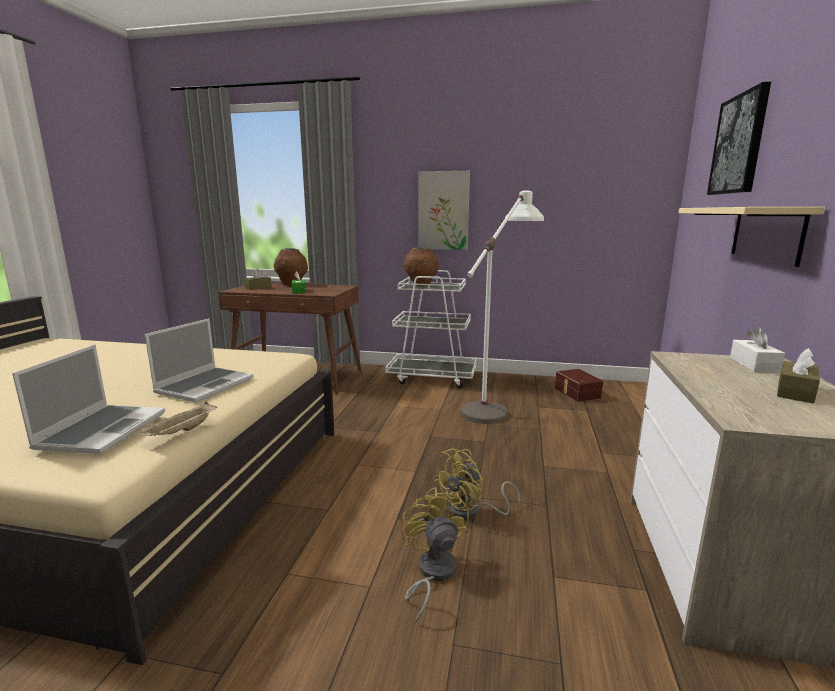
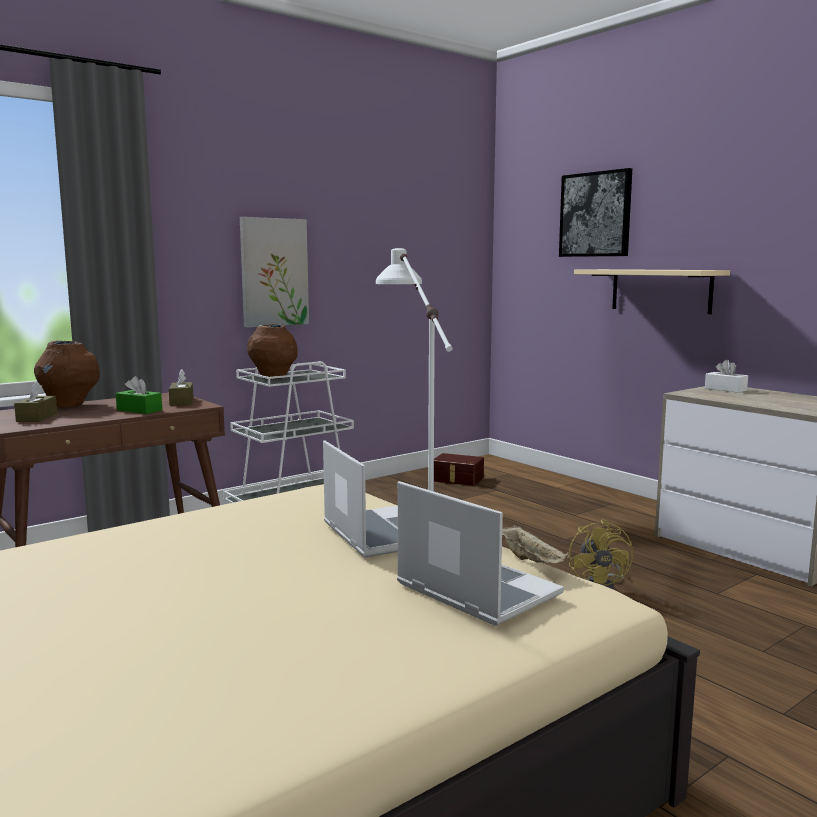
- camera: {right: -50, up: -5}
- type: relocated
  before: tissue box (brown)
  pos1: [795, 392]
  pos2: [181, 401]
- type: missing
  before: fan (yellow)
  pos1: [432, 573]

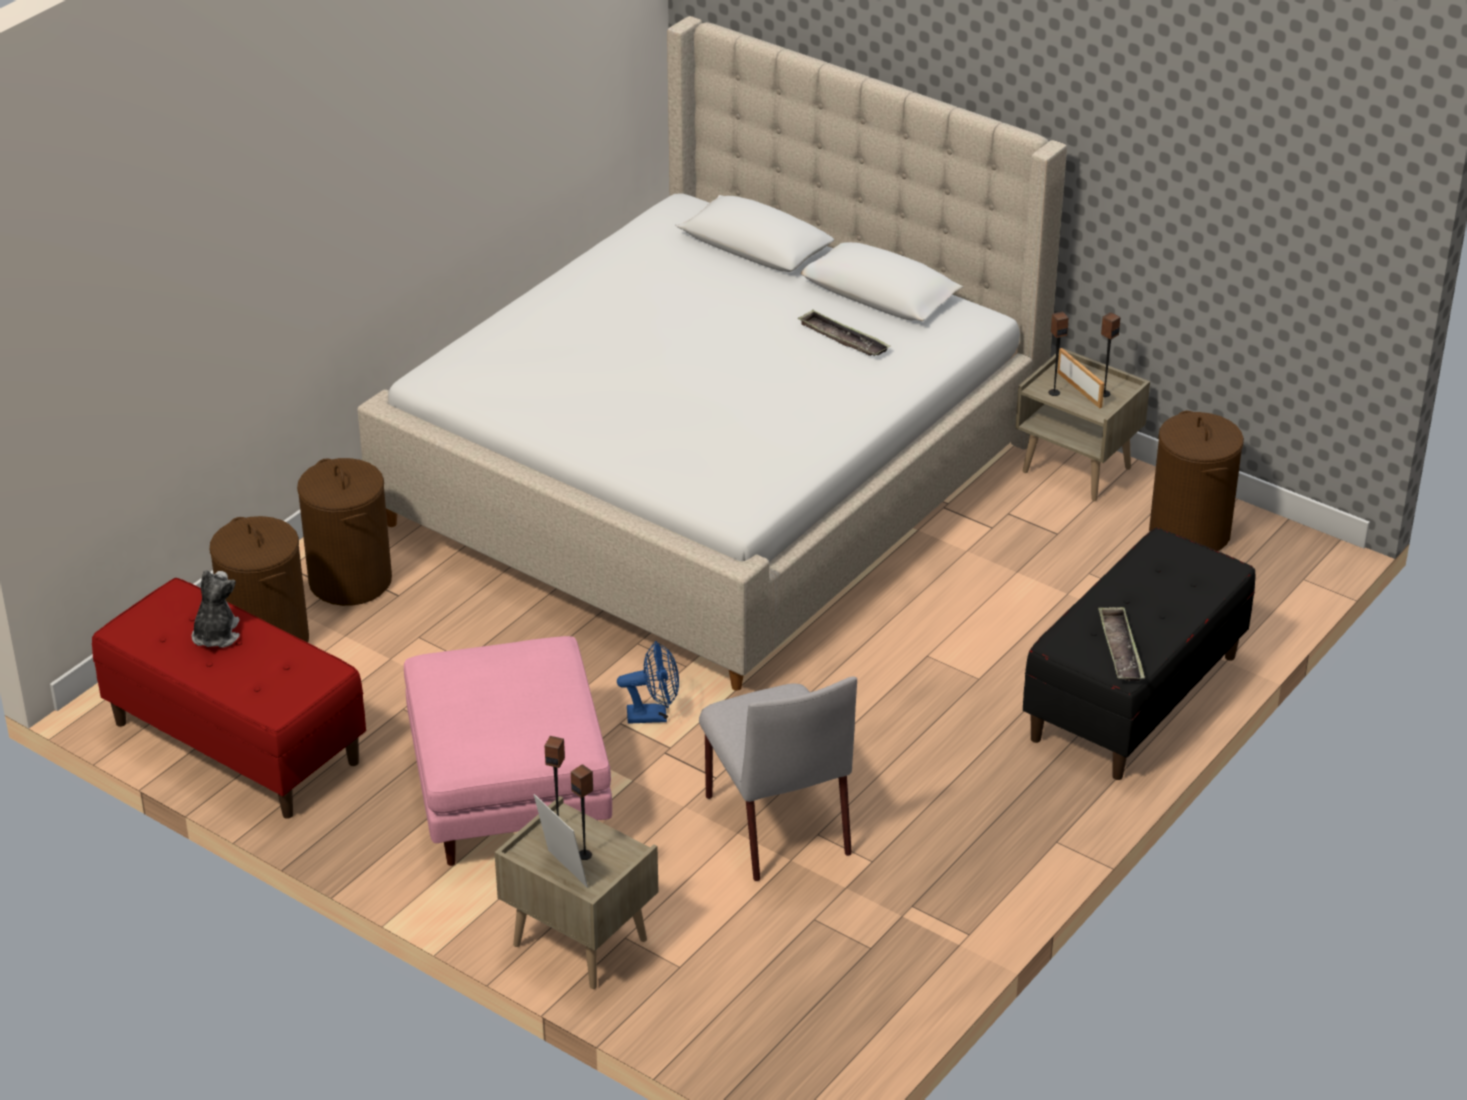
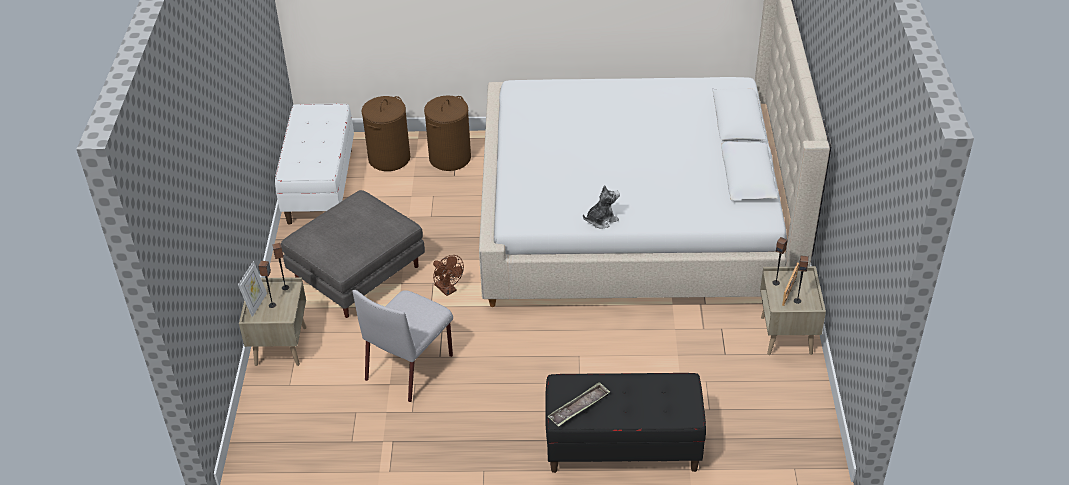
- camera: {right: 55, up: 5}
- type: colour
  before: bench (red)
  after: bench (white)
  pos1: [235, 743]
  pos2: [320, 185]
- type: colour
  before: ottoman (pink)
  after: ottoman (grey)
  pos1: [510, 794]
  pos2: [357, 275]
- type: colour
  before: fan (blue)
  after: fan (brown)
  pos1: [654, 715]
  pos2: [448, 290]
- type: relocated
  before: plush toy
  pos1: [215, 635]
  pos2: [601, 220]
- type: missing
  before: tray
  pos1: [843, 339]
- type: missing
  before: laundry basket (brown)
  pos1: [1190, 533]

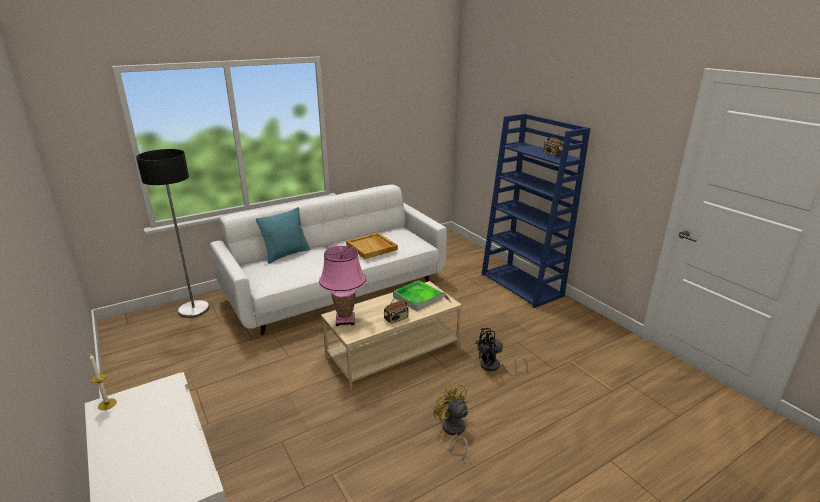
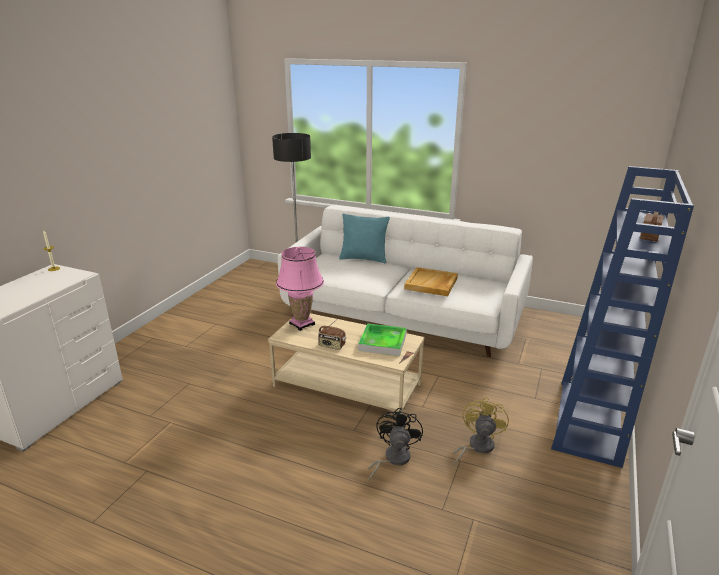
- camera: {right: 55, up: 0}
- type: spun
  before: fan (black)
  pos1: [494, 367]
  pos2: [392, 459]
  turn: 60
- type: relocated
  before: fan (yellow)
  pos1: [453, 431]
  pos2: [476, 447]

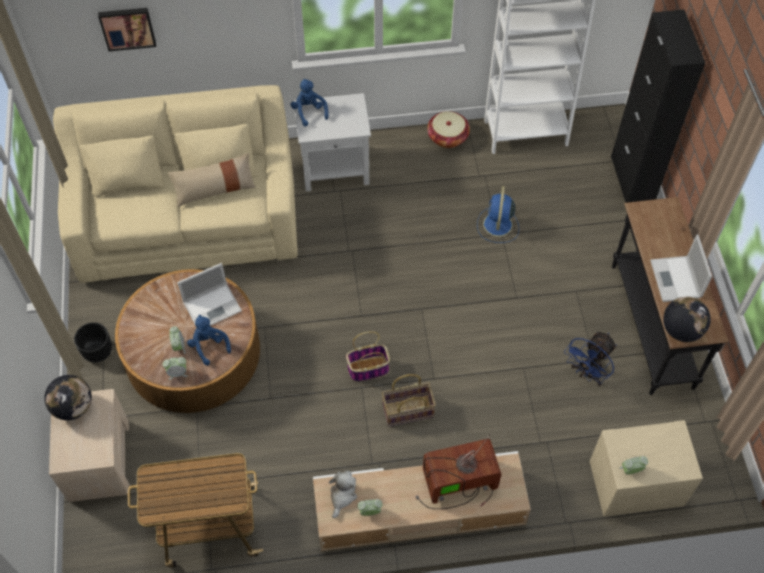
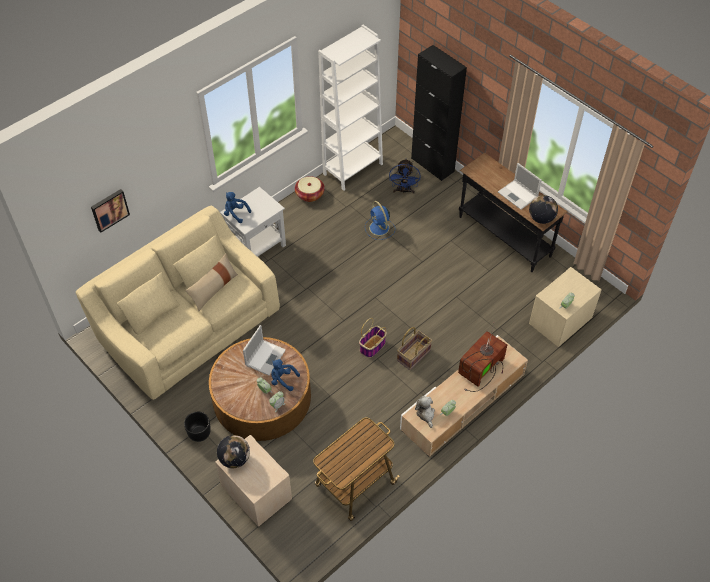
- camera: {right: -35, up: -5}
- type: relocated
  before: fan (blue)
  pos1: [587, 373]
  pos2: [403, 191]

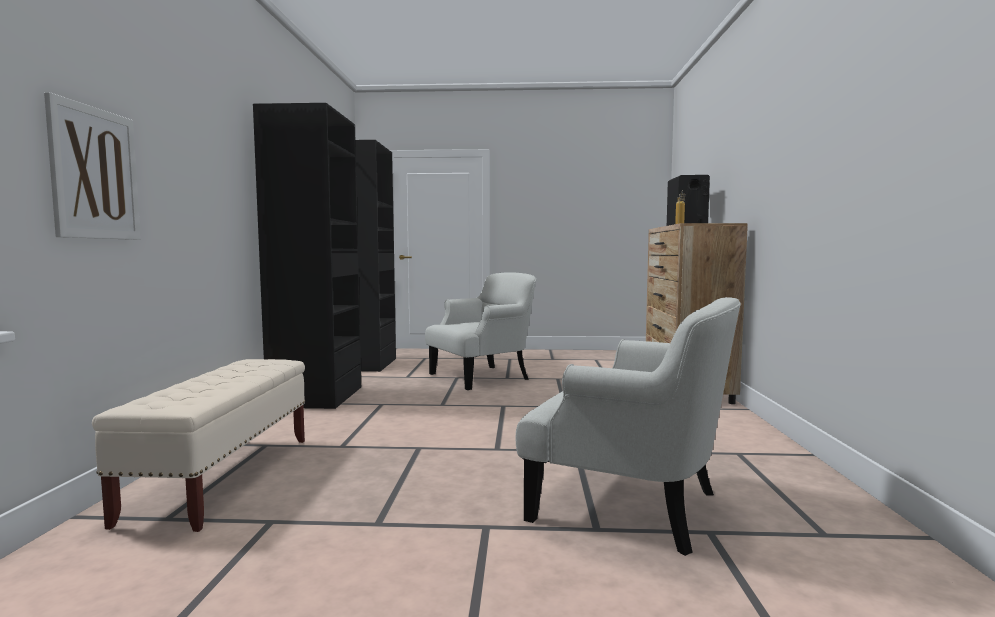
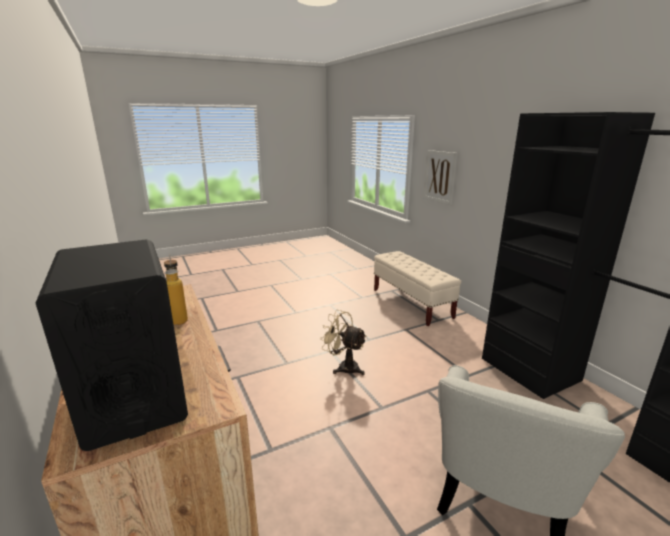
- camera: {right: 150, up: 15}
- type: appeared
  after: fan (beige)
  pos2: [344, 367]
- type: missing
  before: armchair (white)
  pos1: [631, 505]

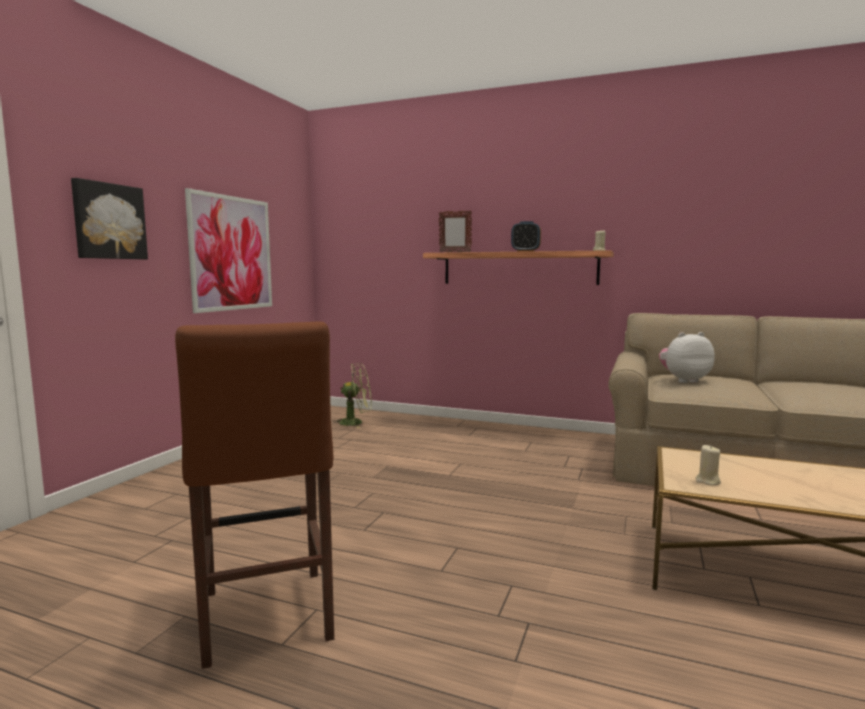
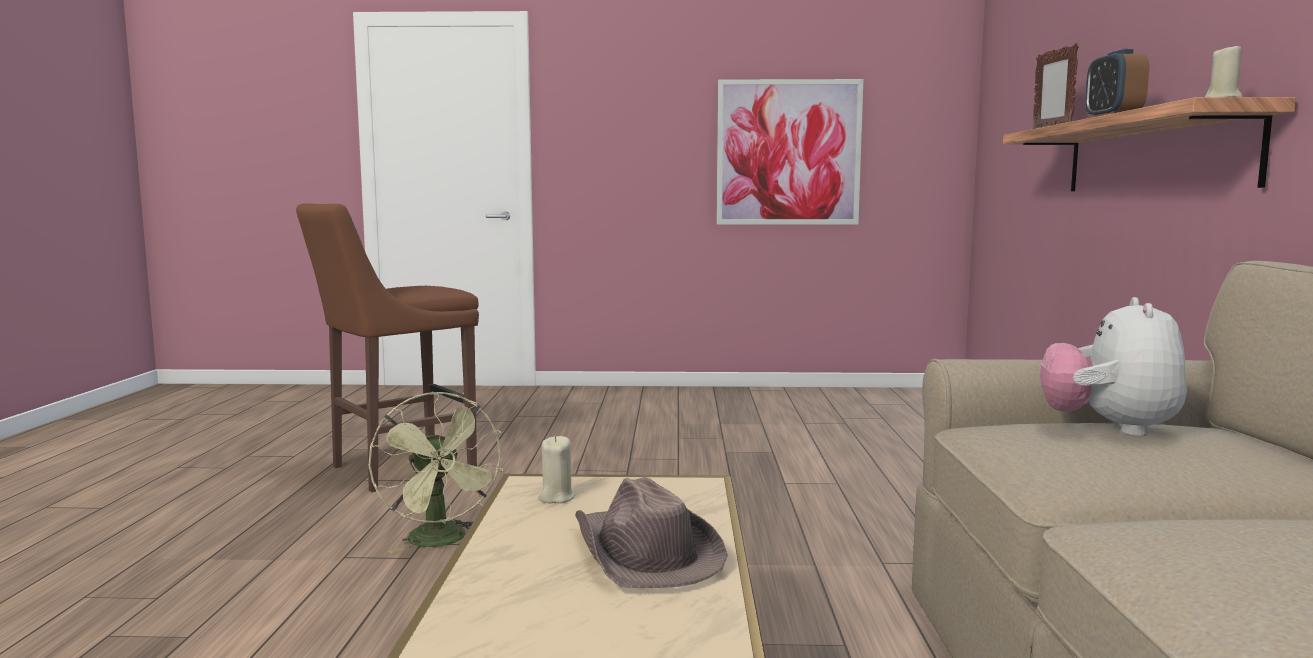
- camera: {right: 70, up: 0}
- type: relocated
  before: fan (green)
  pos1: [356, 422]
  pos2: [442, 542]
- type: appeared
  after: hat (brown)
  pos2: [644, 553]
- type: spun
  before: plush toy
  pos1: [684, 380]
  pos2: [1109, 429]
  turn: -135
- type: missing
  before: picture
  pos1: [109, 221]

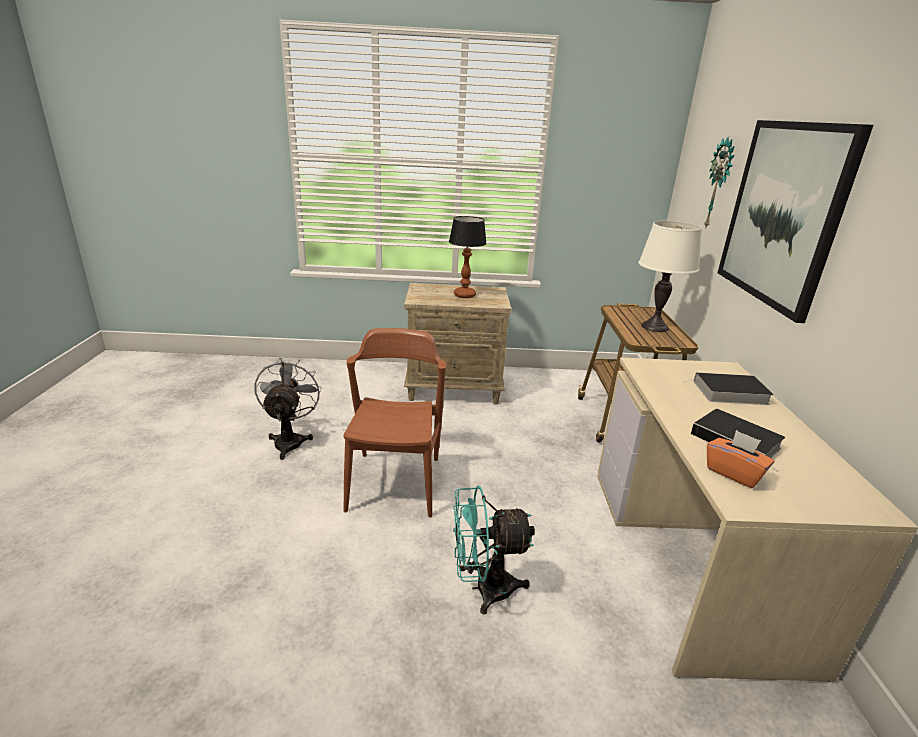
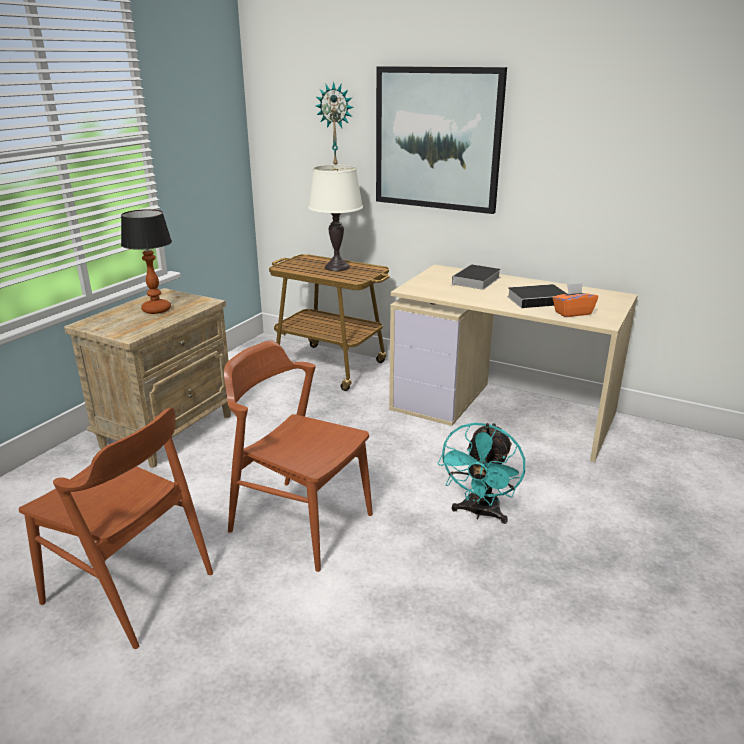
- camera: {right: -60, up: 0}
- type: exchanged
  before: fan (grey)
  after: chair (brown)
  pos1: [290, 440]
  pos2: [129, 587]

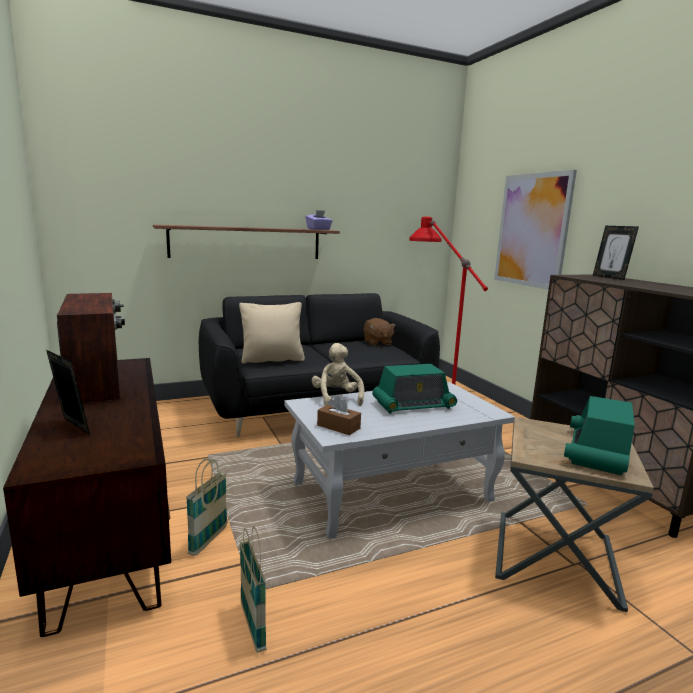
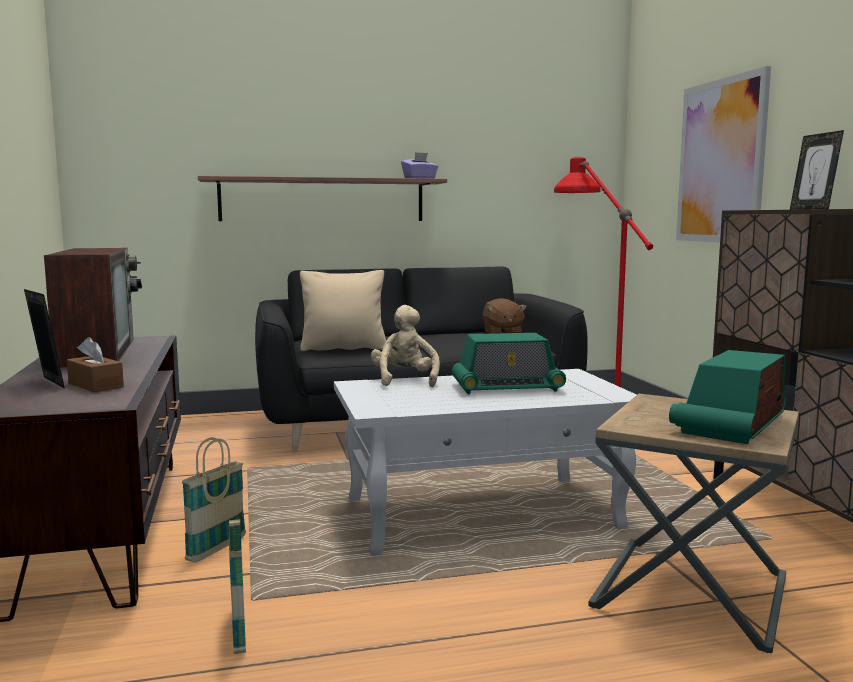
- camera: {right: 10, up: -5}
- type: relocated
  before: tissue box (brown)
  pos1: [338, 427]
  pos2: [95, 385]

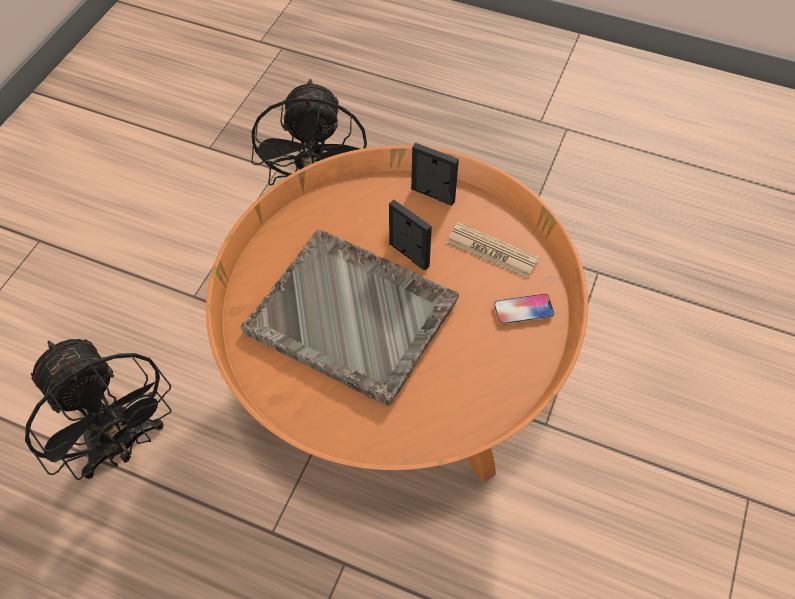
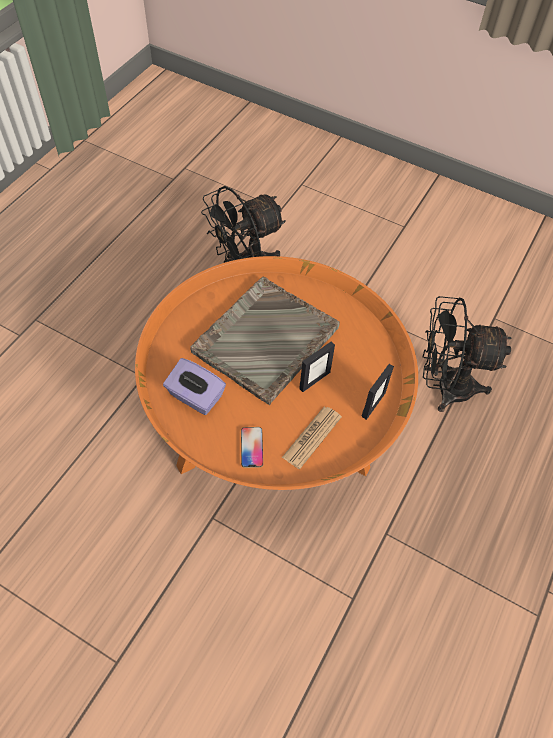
- camera: {right: 95, up: 0}
- type: appeared
  after: tissue box (purple)
  pos2: [195, 397]

